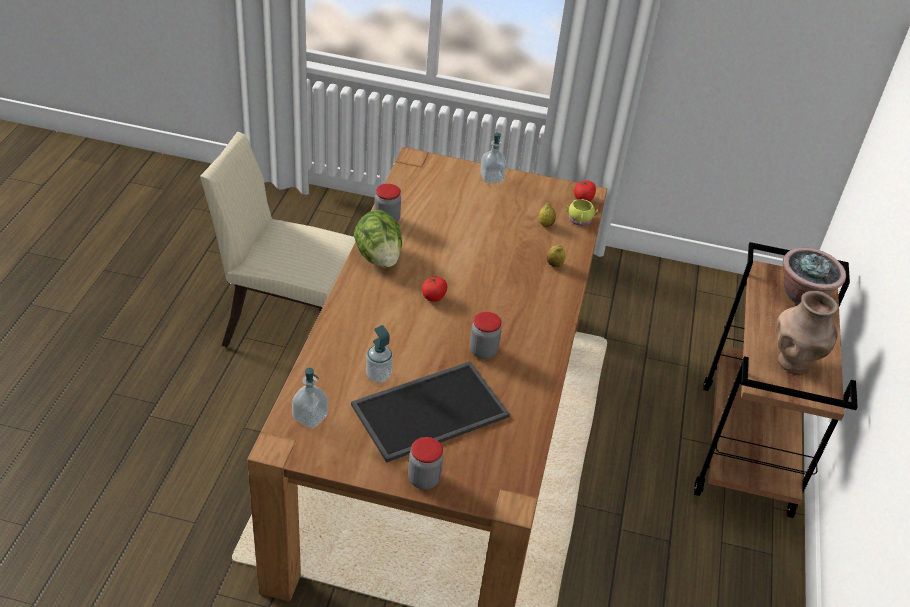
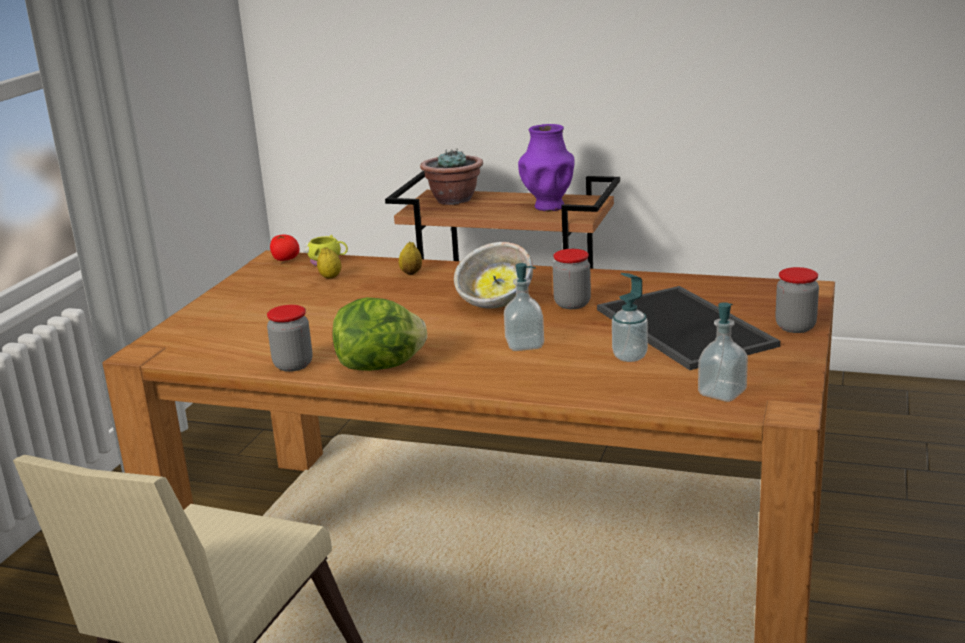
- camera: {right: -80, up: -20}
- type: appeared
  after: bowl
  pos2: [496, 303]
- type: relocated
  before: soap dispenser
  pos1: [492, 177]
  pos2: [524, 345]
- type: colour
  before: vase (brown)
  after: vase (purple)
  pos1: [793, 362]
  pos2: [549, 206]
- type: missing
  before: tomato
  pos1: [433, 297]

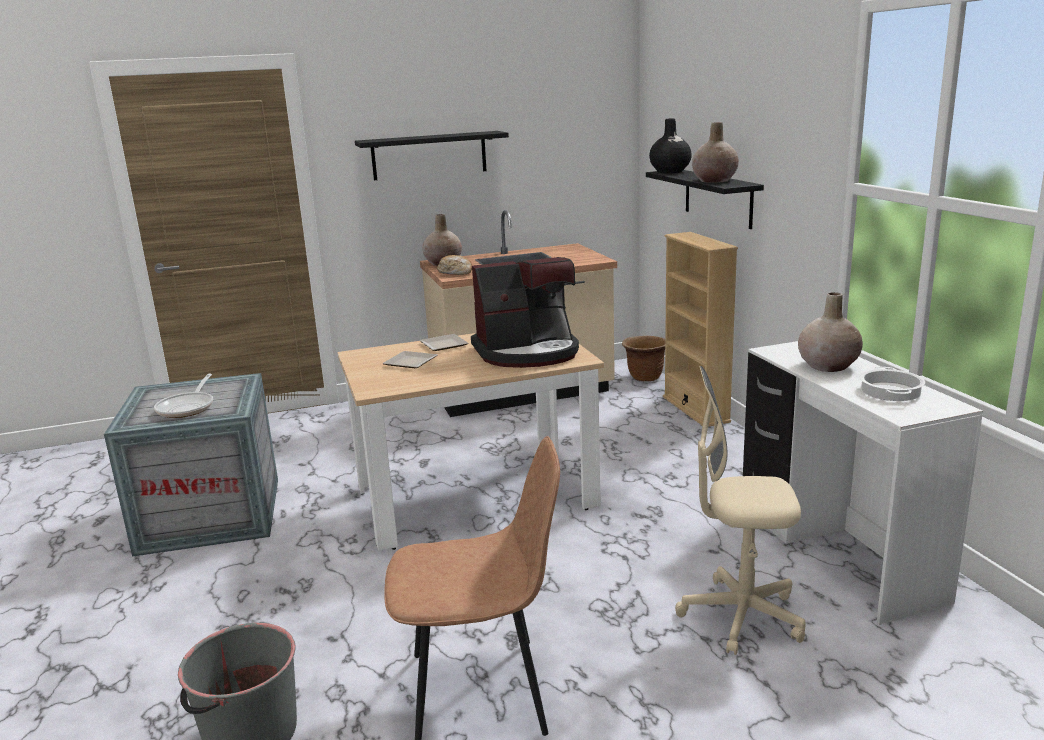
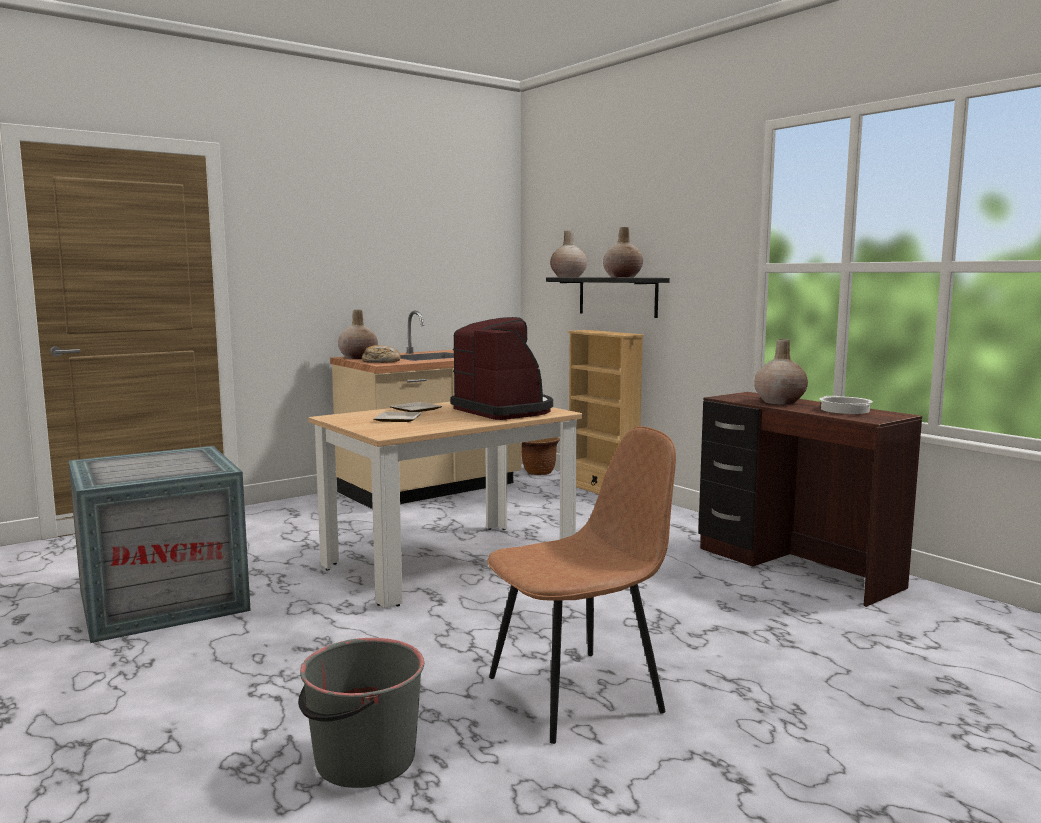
- camera: {right: -20, up: -10}
- type: spun
  before: coffee machine
  pos1: [527, 352]
  pos2: [504, 410]
  turn: -90
- type: colour
  before: vase (black)
  after: vase (beige)
  pos1: [670, 172]
  pos2: [568, 277]
- type: colour
  before: desk (white)
  after: desk (brown)
  pos1: [835, 553]
  pos2: [795, 568]
- type: missing
  before: frying pan
  pos1: [188, 407]
- type: missing
  before: shelf (black)
  pos1: [429, 155]
- type: missing
  before: office chair (beige)
  pos1: [741, 616]

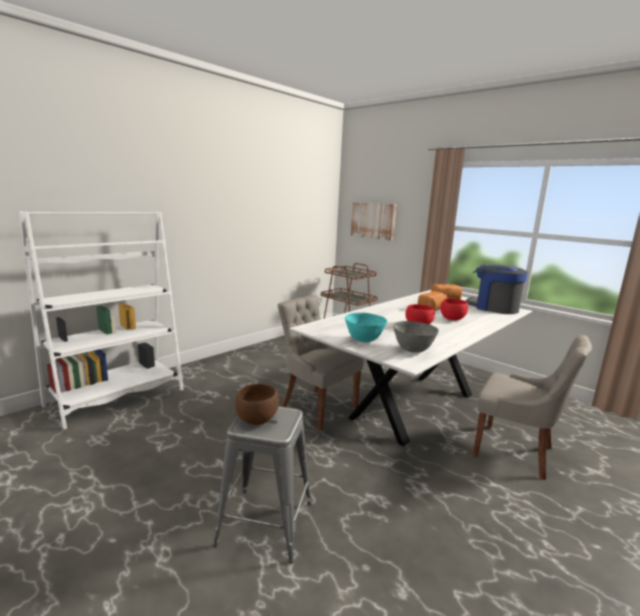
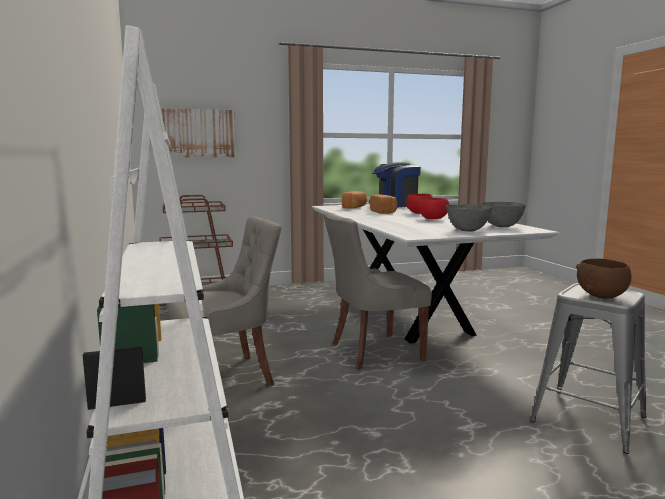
- camera: {right: -60, up: -5}
- type: relocated
  before: chair (grey)
  pos1: [515, 452]
  pos2: [226, 377]
- type: colour
  before: bowl (turquoise)
  after: bowl (grey)
  pos1: [364, 340]
  pos2: [467, 230]

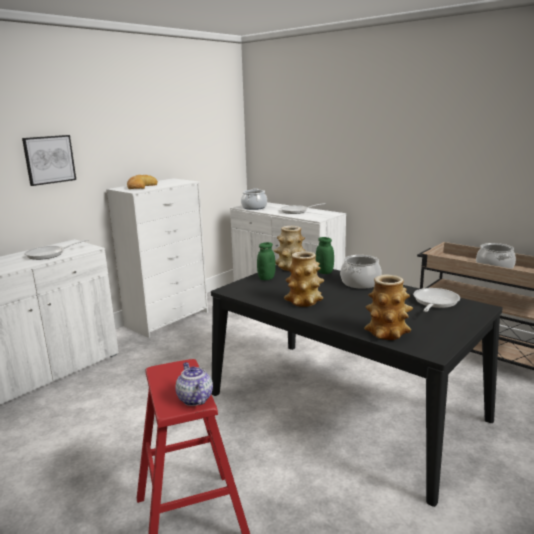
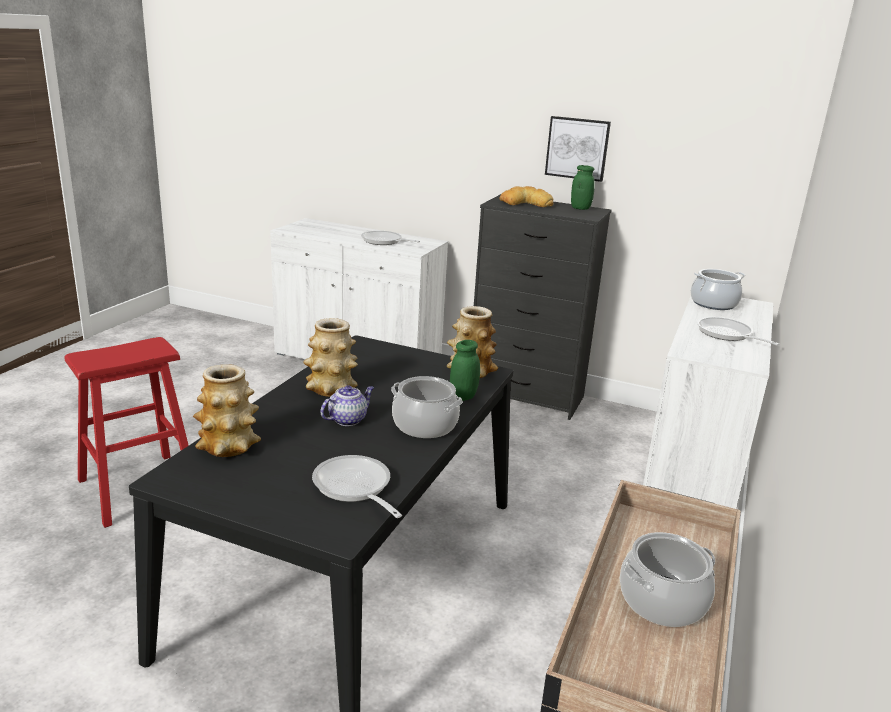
- camera: {right: 70, up: 5}
- type: spun
  before: frying pan
  pos1: [434, 302]
  pos2: [354, 488]
  turn: -135
- type: relocated
  before: teapot
  pos1: [194, 398]
  pos2: [348, 419]
- type: colour
  before: dresser (white)
  after: dresser (black)
  pos1: [168, 319]
  pos2: [526, 396]
- type: relocated
  before: picture
  pos1: [49, 159]
  pos2: [577, 148]
- type: relocated
  before: jar (green)
  pos1: [266, 278]
  pos2: [580, 208]

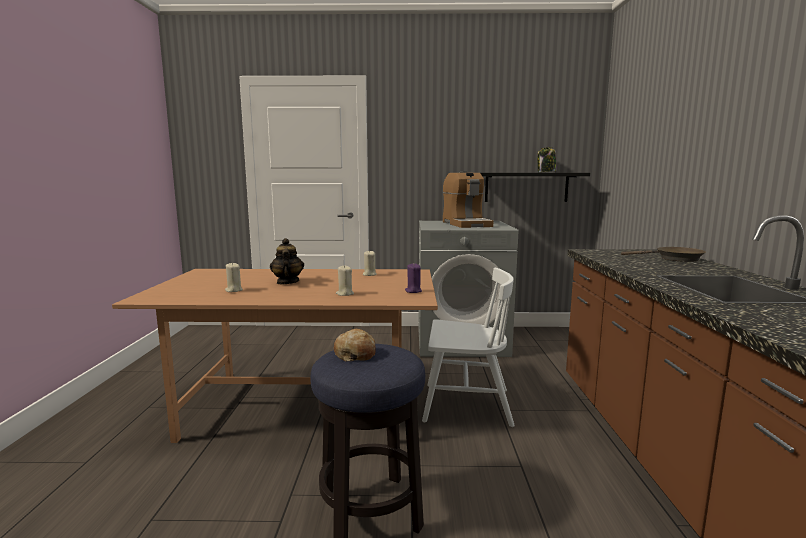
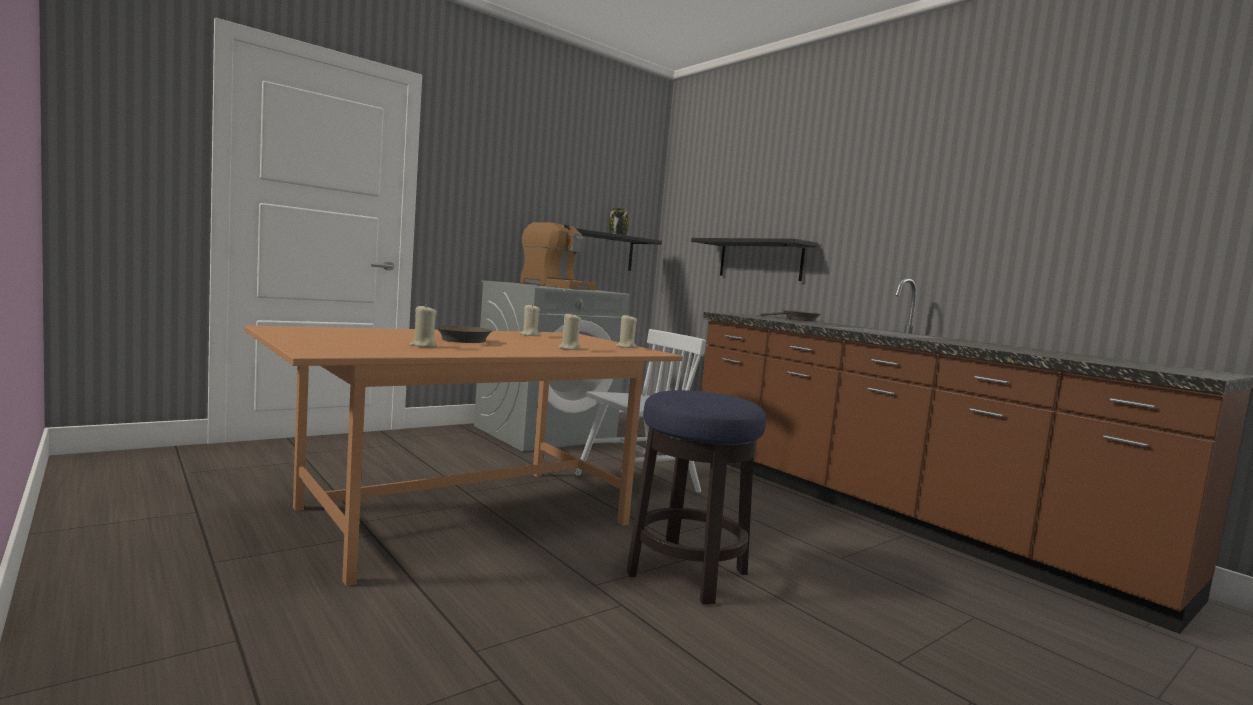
- camera: {right: -40, up: -5}
- type: exchanged
  before: teapot
  after: frying pan (brown)
  pos1: [287, 282]
  pos2: [461, 339]
- type: colour
  before: candle (purple)
  after: candle (beige)
  pos1: [413, 291]
  pos2: [625, 347]
- type: appeared
  after: shelf (black)
  pos2: [760, 260]
- type: missing
  before: bread
  pos1: [355, 354]

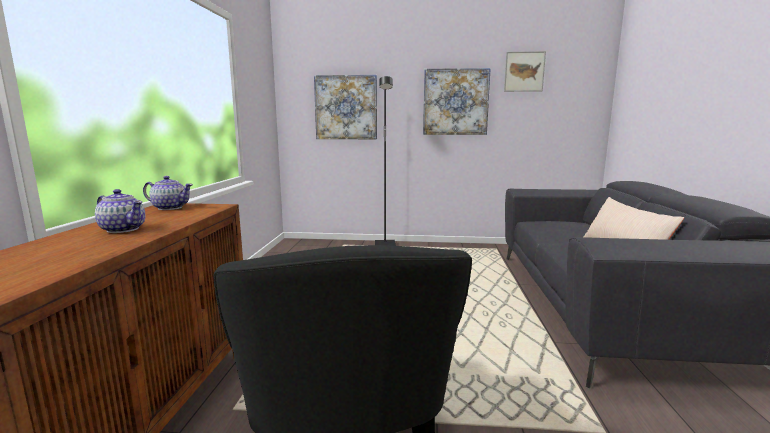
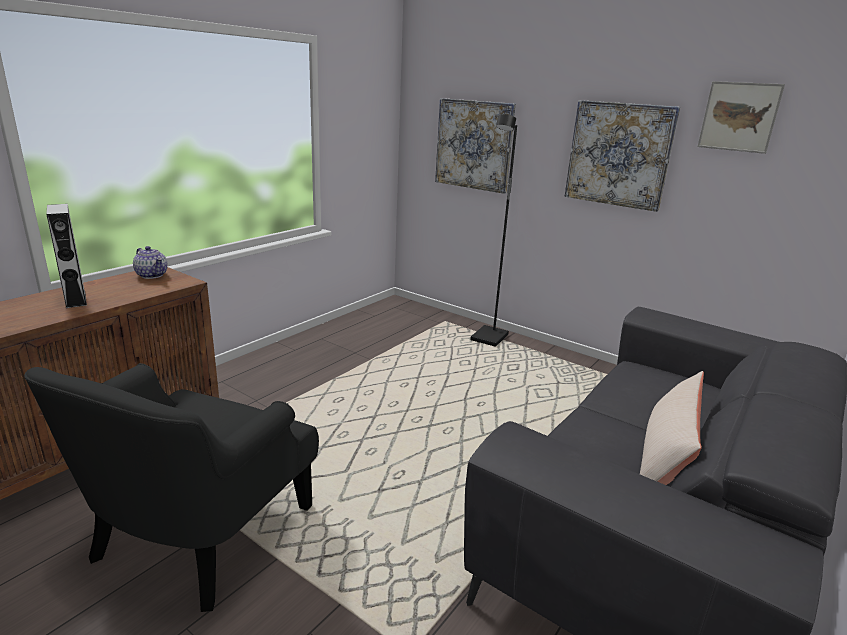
- camera: {right: 30, up: 10}
- type: exchanged
  before: teapot
  after: speaker (grey)
  pos1: [123, 229]
  pos2: [75, 299]

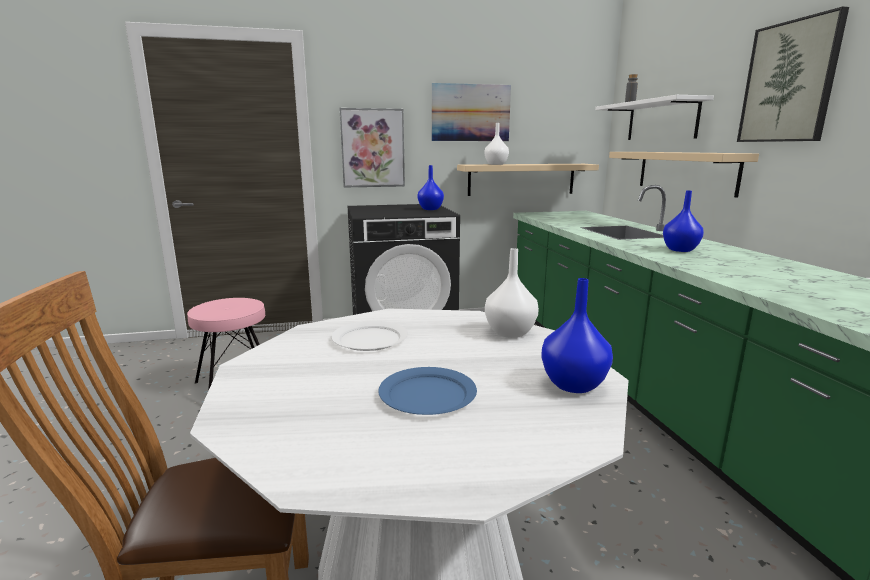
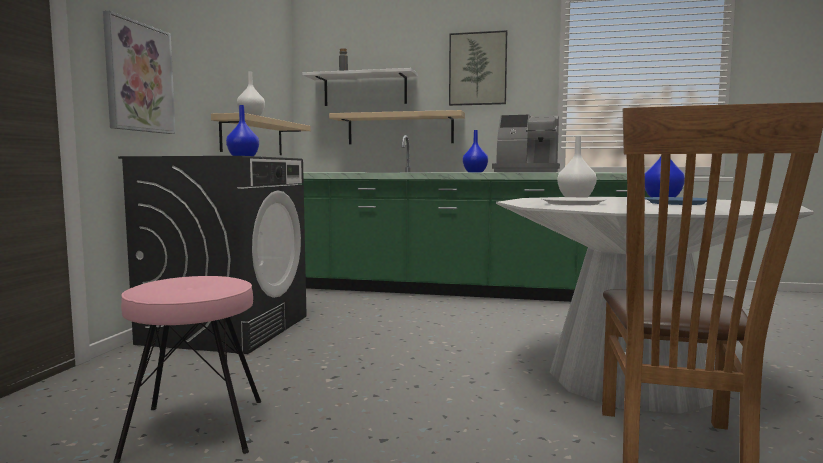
- camera: {right: -65, up: -10}
- type: appeared
  after: coffee machine
  pos2: [526, 172]
- type: missing
  before: picture
  pos1: [471, 113]

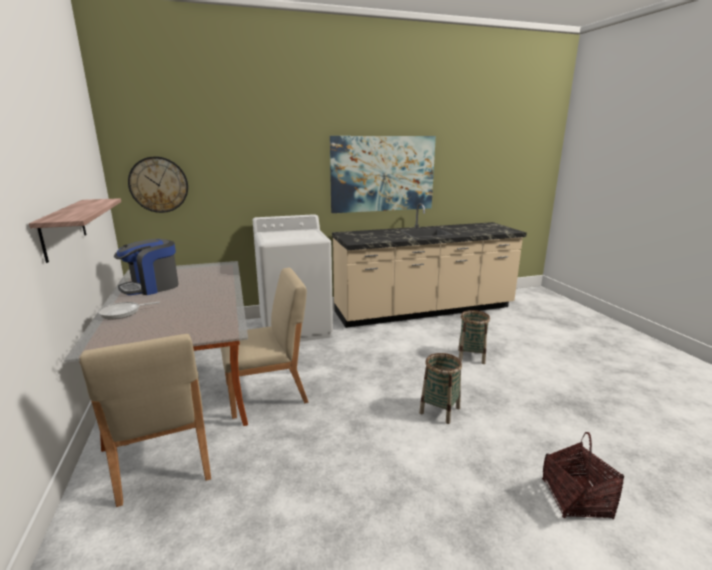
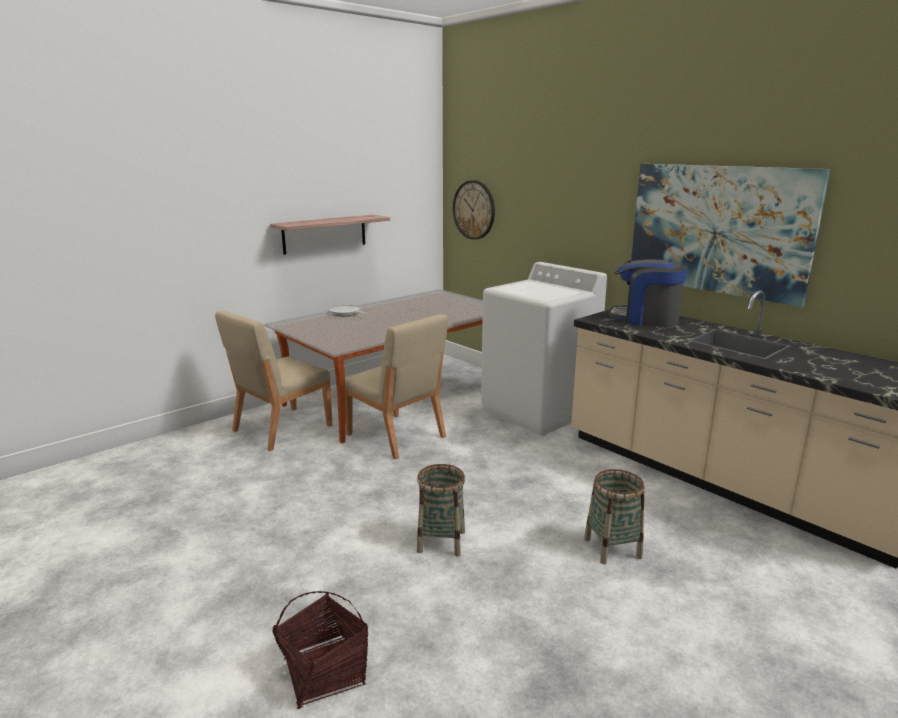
- camera: {right: 65, up: 0}
- type: relocated
  before: coffee machine
  pos1: [151, 287]
  pos2: [645, 319]

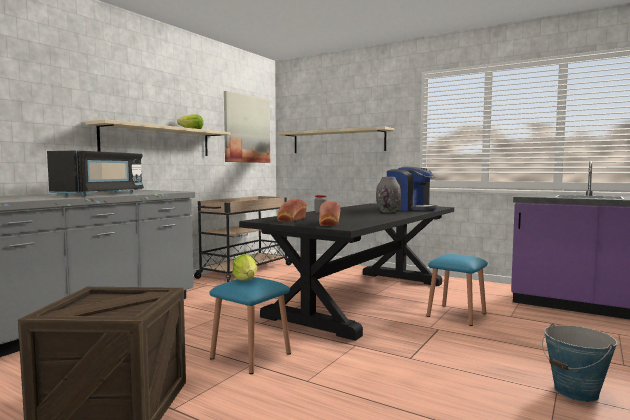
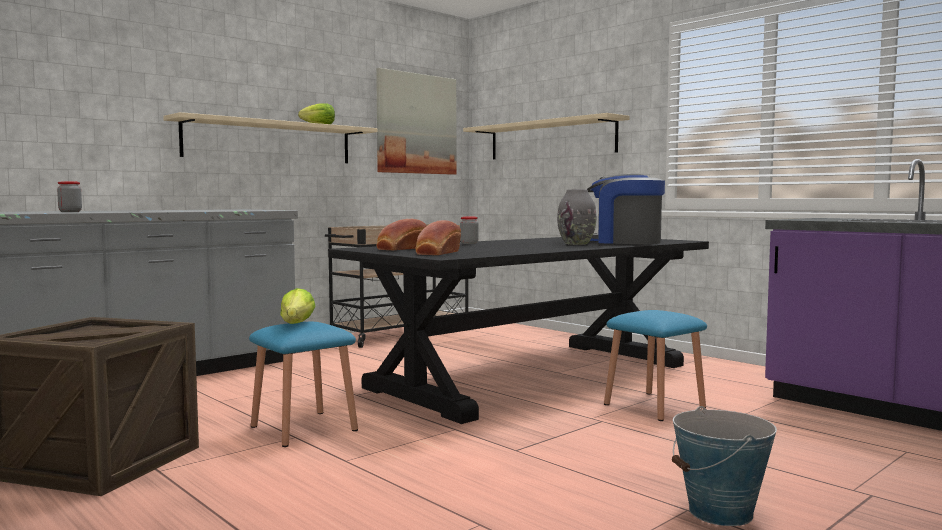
- camera: {right: 15, up: 0}
- type: appeared
  after: jar
  pos2: [70, 212]
- type: spun
  before: coffee machine
  pos1: [410, 209]
  pos2: [624, 242]
  turn: 150
- type: missing
  before: microwave (black)
  pos1: [101, 194]

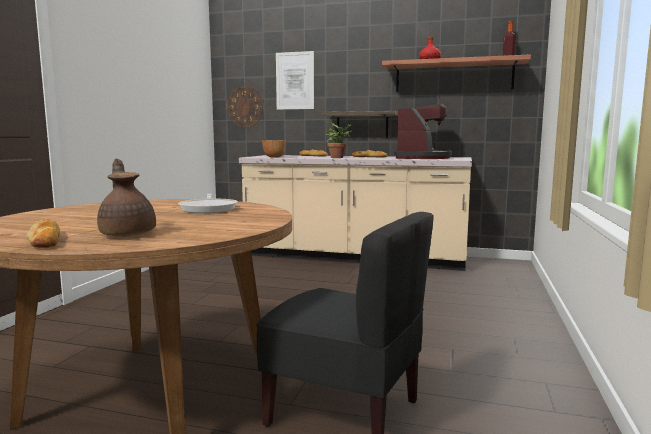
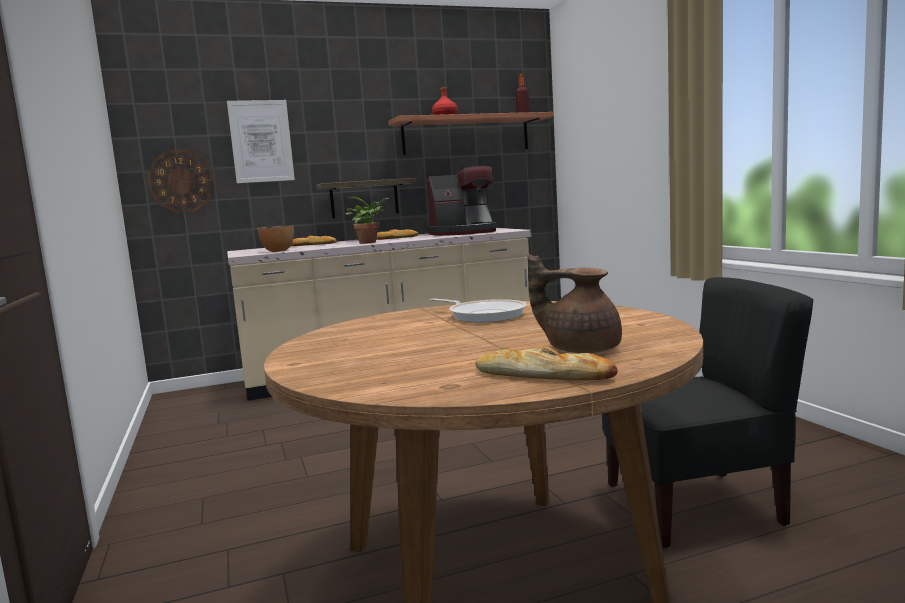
- camera: {right: -35, up: 0}
- type: spun
  before: coffee machine
  pos1: [422, 158]
  pos2: [464, 233]
  turn: 90

